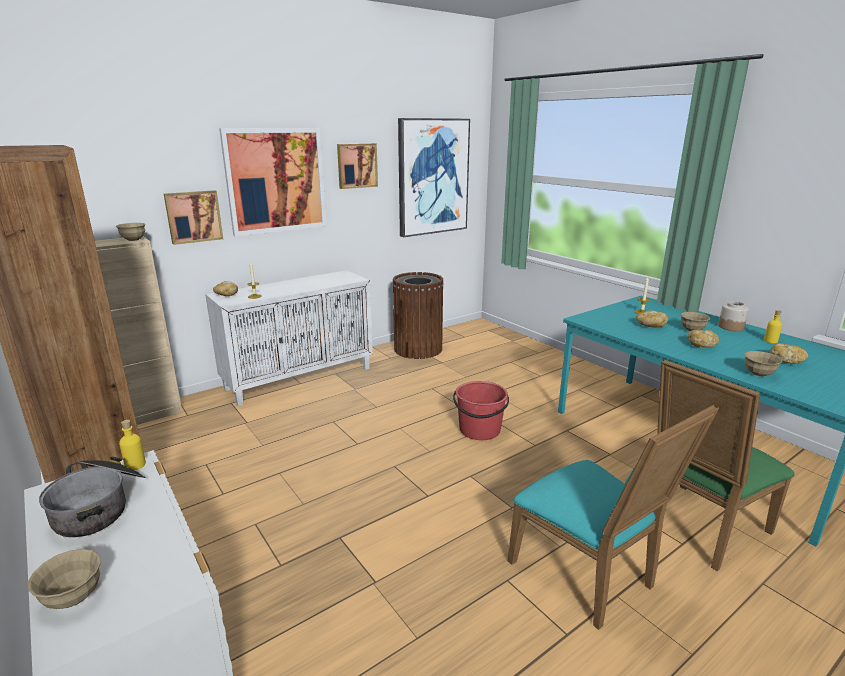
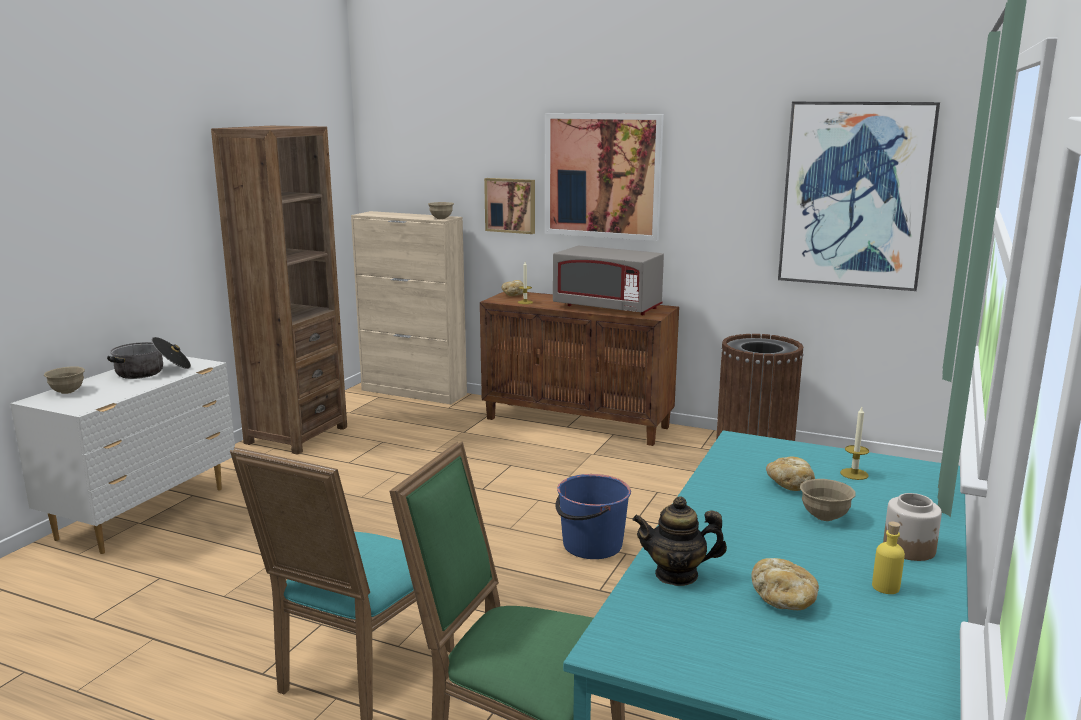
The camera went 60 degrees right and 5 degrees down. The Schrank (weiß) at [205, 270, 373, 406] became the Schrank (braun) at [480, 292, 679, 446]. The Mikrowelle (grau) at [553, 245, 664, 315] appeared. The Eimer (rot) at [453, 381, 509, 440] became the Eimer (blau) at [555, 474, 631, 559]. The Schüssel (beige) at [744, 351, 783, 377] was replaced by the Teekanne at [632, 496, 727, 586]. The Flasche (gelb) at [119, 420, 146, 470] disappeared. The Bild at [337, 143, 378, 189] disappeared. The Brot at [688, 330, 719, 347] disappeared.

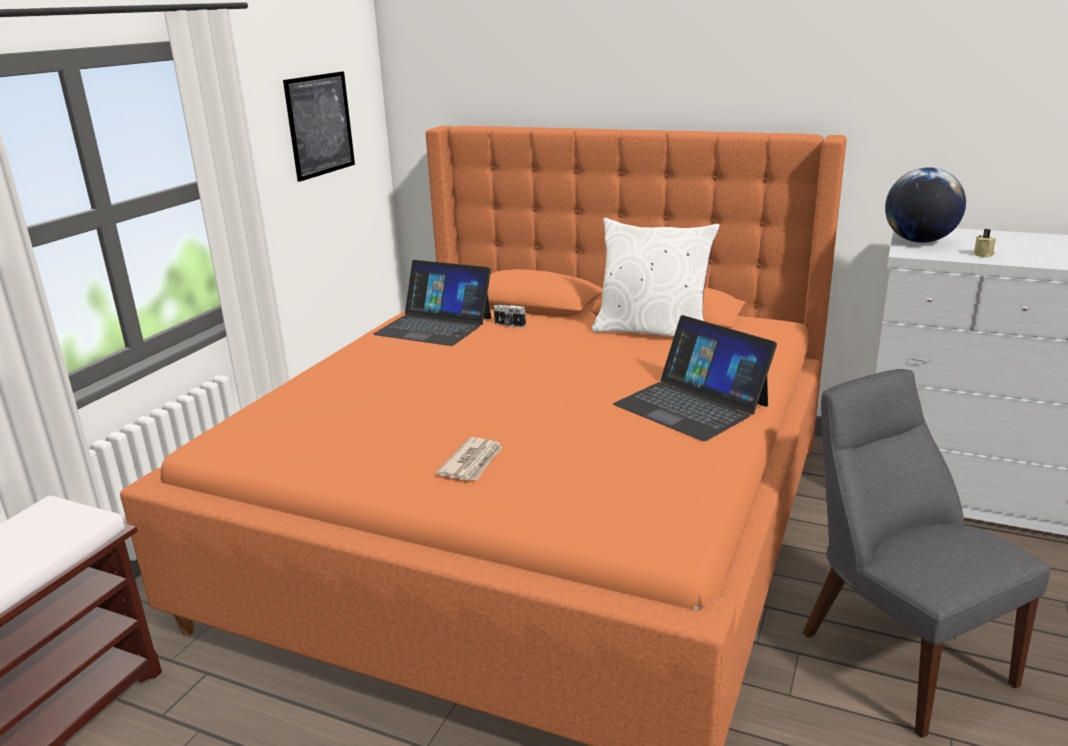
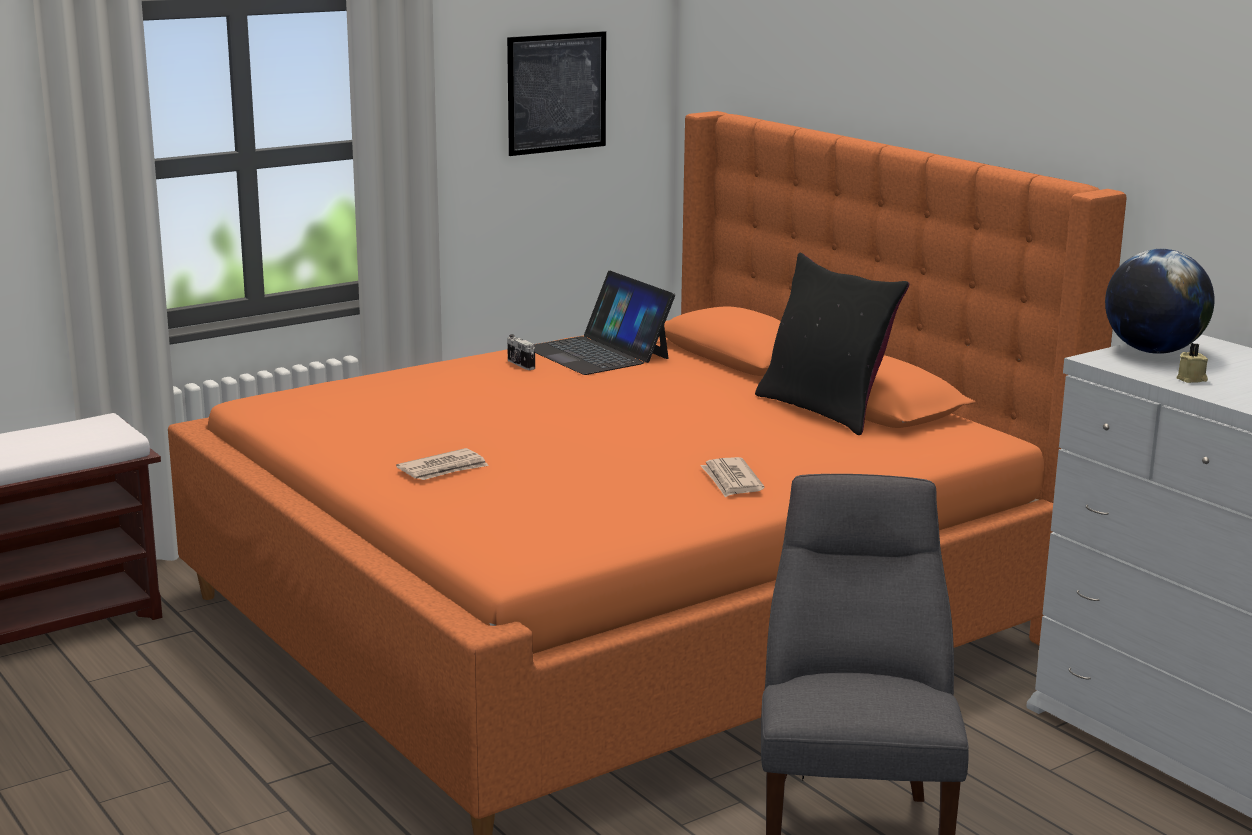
The camera went 30 degrees right and 5 degrees down. The Kamera moved from [493, 303, 526, 328] to [507, 334, 535, 370]. The Laptop at [613, 315, 777, 441] was replaced by the Zeitung at [700, 457, 764, 497]. The Kissen (weiß) at [592, 218, 720, 337] became the Kissen (schwarz) at [755, 253, 910, 435].

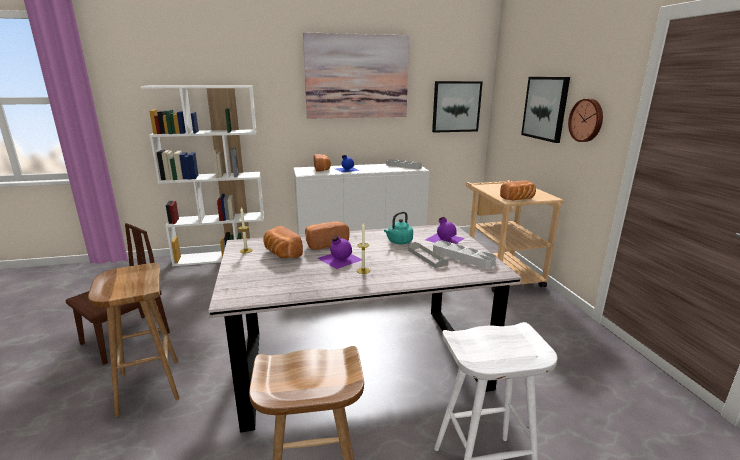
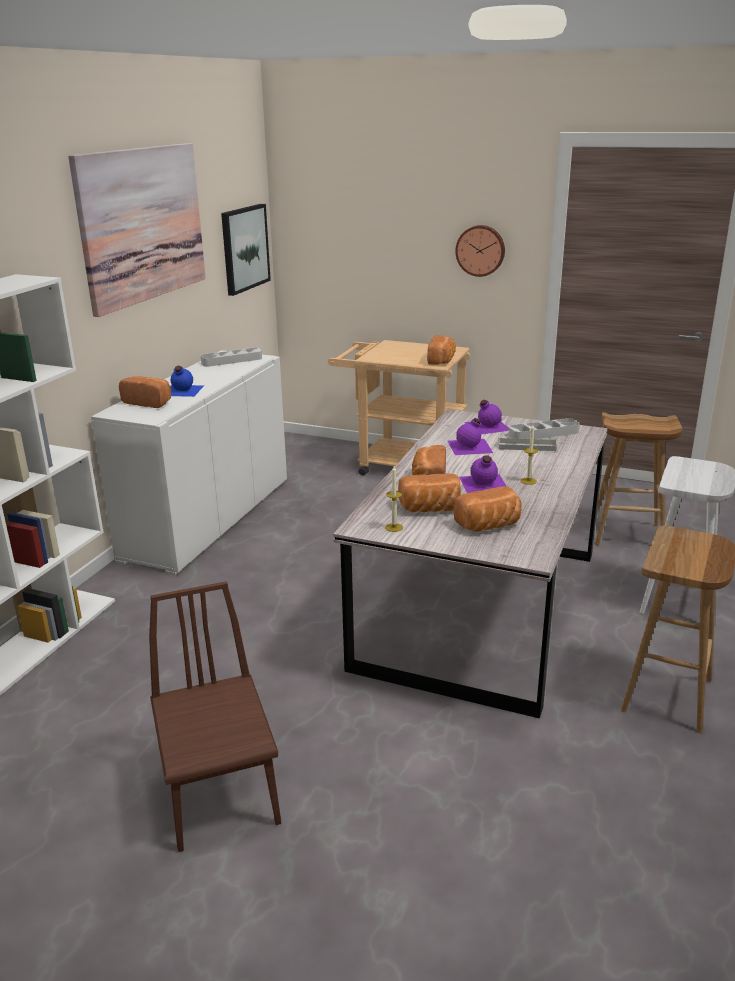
The camera went 55 degrees left and 5 degrees up. The Wasserkessel (türkis) at [384, 212, 413, 244] was replaced by the Flasche (lila) at [448, 418, 493, 455]. The Brot at [453, 486, 522, 532] appeared. The Hocker (braun) moved from [88, 263, 179, 417] to [595, 412, 682, 546]. The Bild at [521, 77, 570, 143] disappeared.

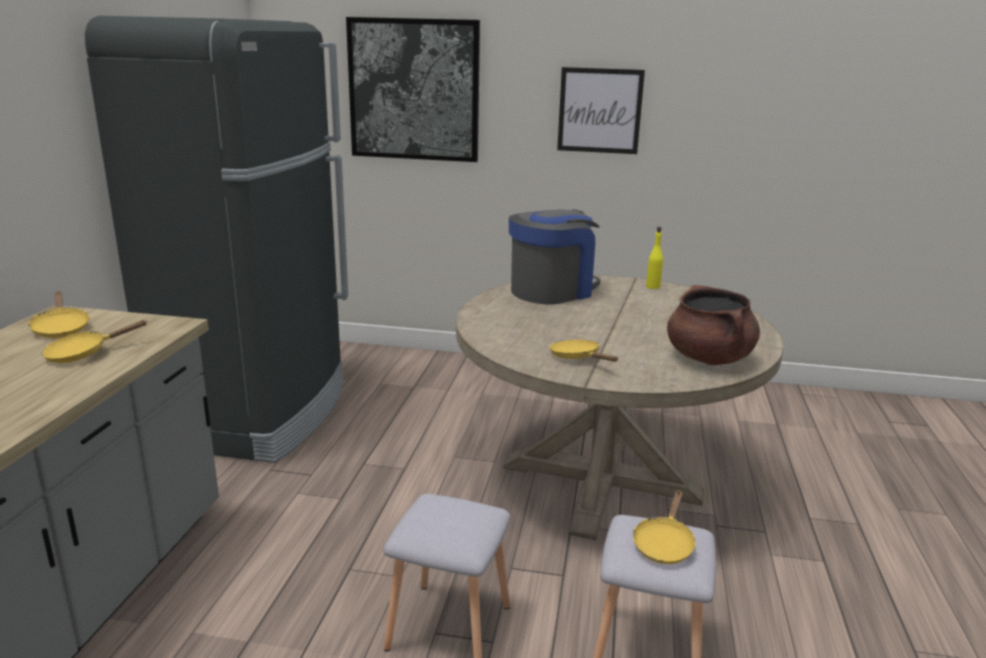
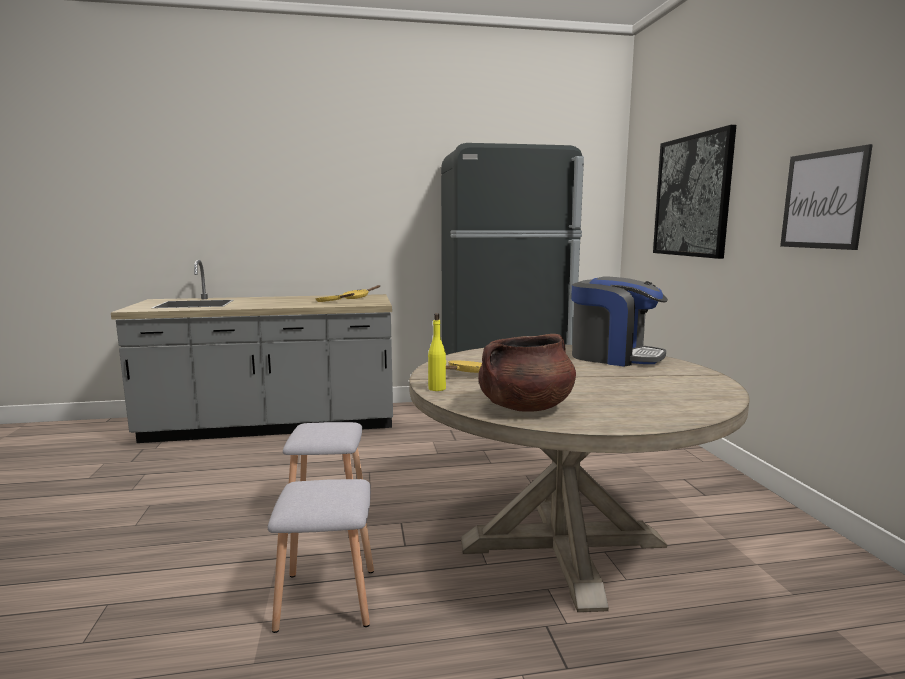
The camera went 70 degrees right and 10 degrees down. The Flasche (gelb) moved from [646, 227, 663, 289] to [428, 313, 446, 391]. The Pfanne (gelb) at [633, 490, 696, 564] disappeared.

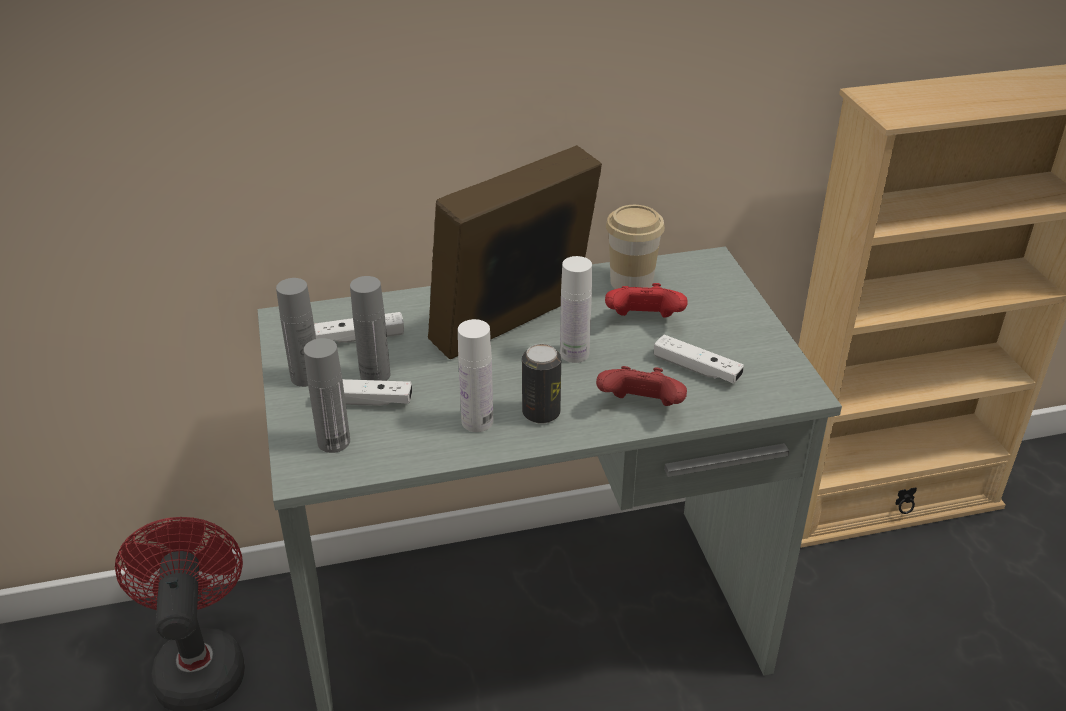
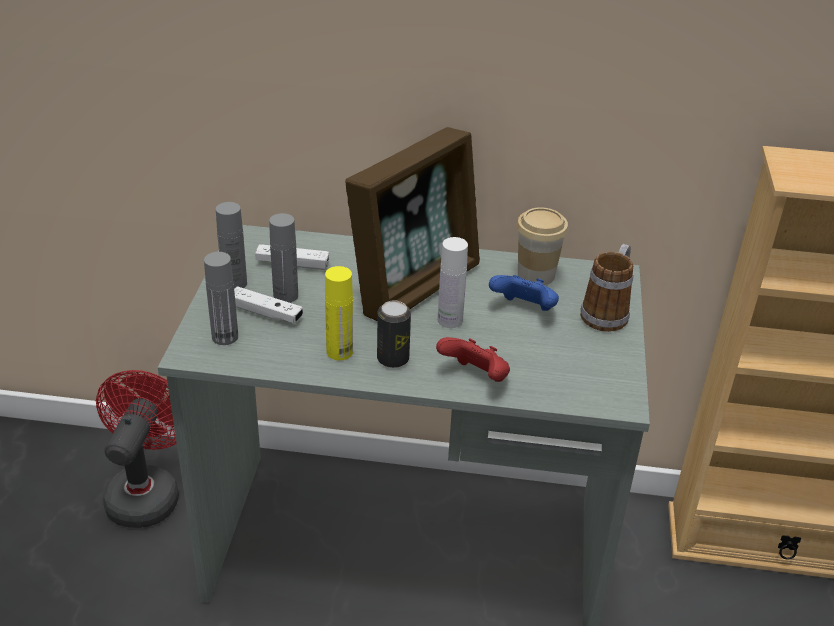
The camera went 20 degrees right and 0 degrees up. The Flasche (weiß) at [458, 319, 493, 432] became the Flasche (gelb) at [325, 266, 353, 360]. The Bilderrahmen at [428, 145, 602, 359] turned 150 degrees clockwise. The Gamepad (rot) at [605, 283, 688, 318] became the Gamepad (blau) at [489, 275, 559, 311]. The Henkelbecher at [580, 244, 634, 332] appeared. The Gamepad (weiß) at [654, 335, 744, 383] disappeared.

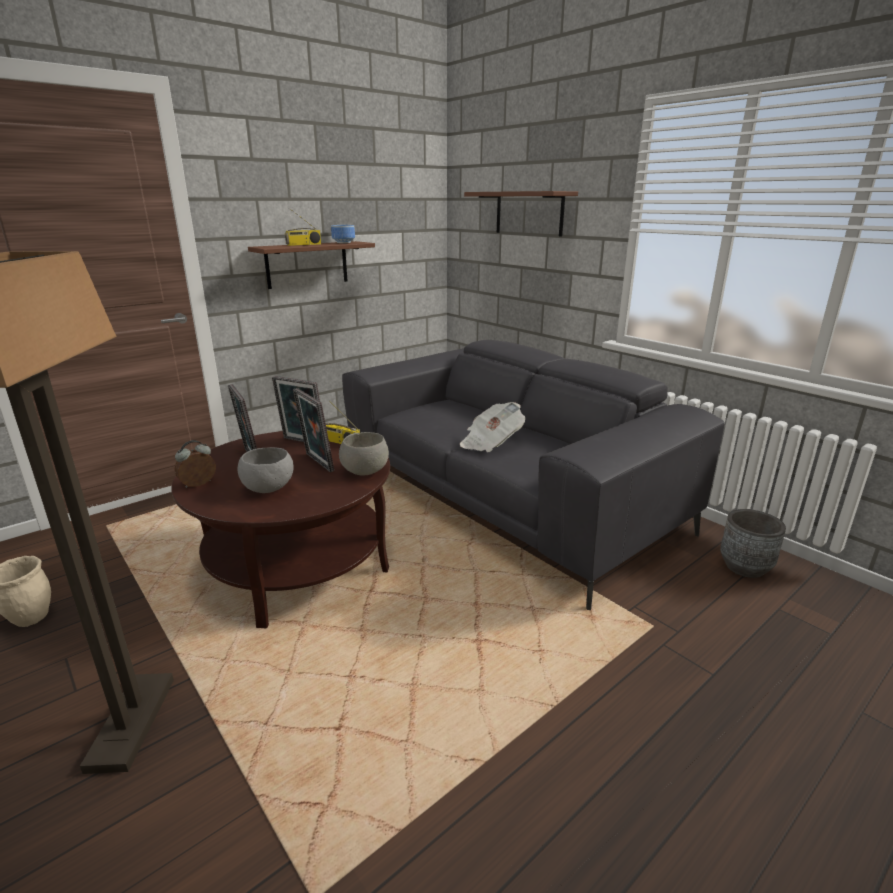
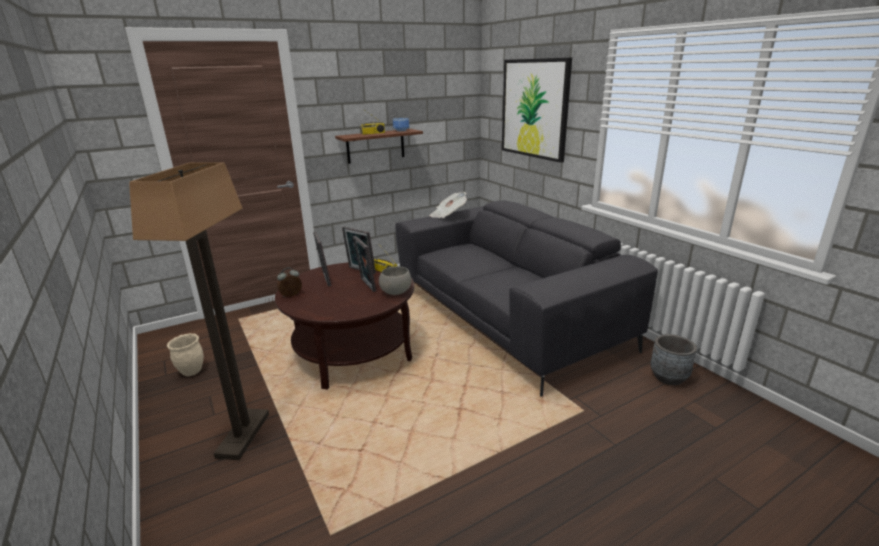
The camera went 10 degrees right and 0 degrees up. The Zeitung moved from [460, 402, 525, 452] to [430, 192, 467, 218]. The Wandregal (braun) at [464, 191, 578, 236] was replaced by the Bild at [502, 58, 572, 163]. The Schüssel (grau) at [238, 447, 294, 493] disappeared.

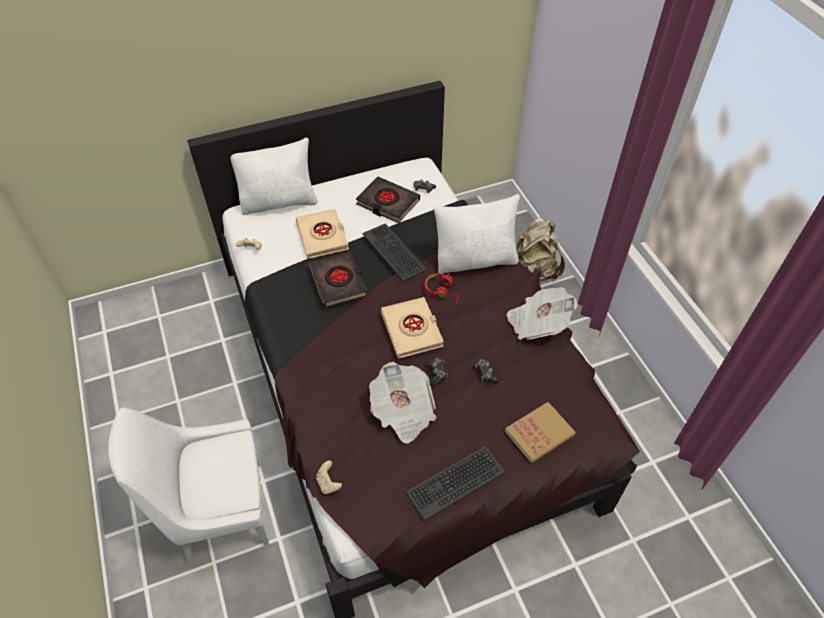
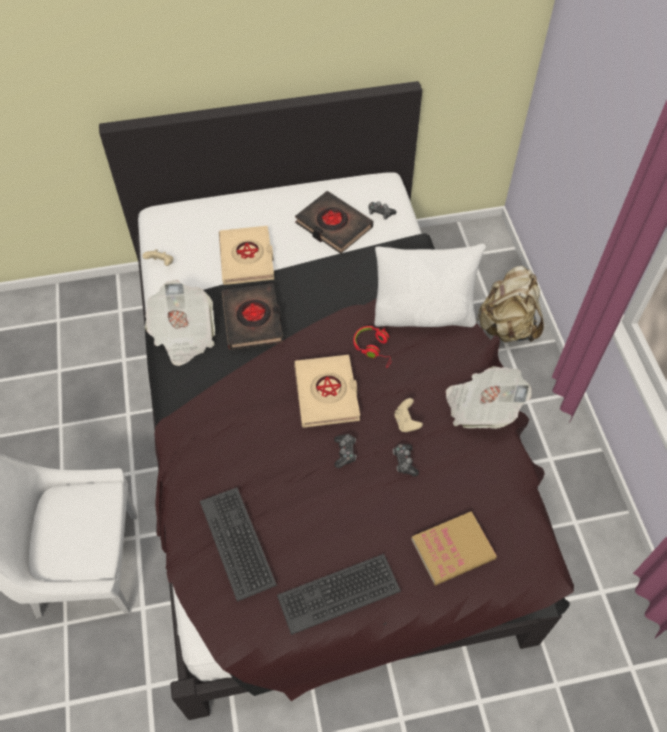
The camera went 10 degrees right and 5 degrees up. The Zeitung moved from [369, 362, 437, 444] to [145, 280, 215, 366]. The Tastatur moved from [362, 223, 427, 281] to [200, 488, 277, 602]. The Gamepad (beige) moved from [316, 460, 342, 494] to [394, 398, 423, 432]. The Kissen (weiß) at [230, 138, 318, 215] disappeared.

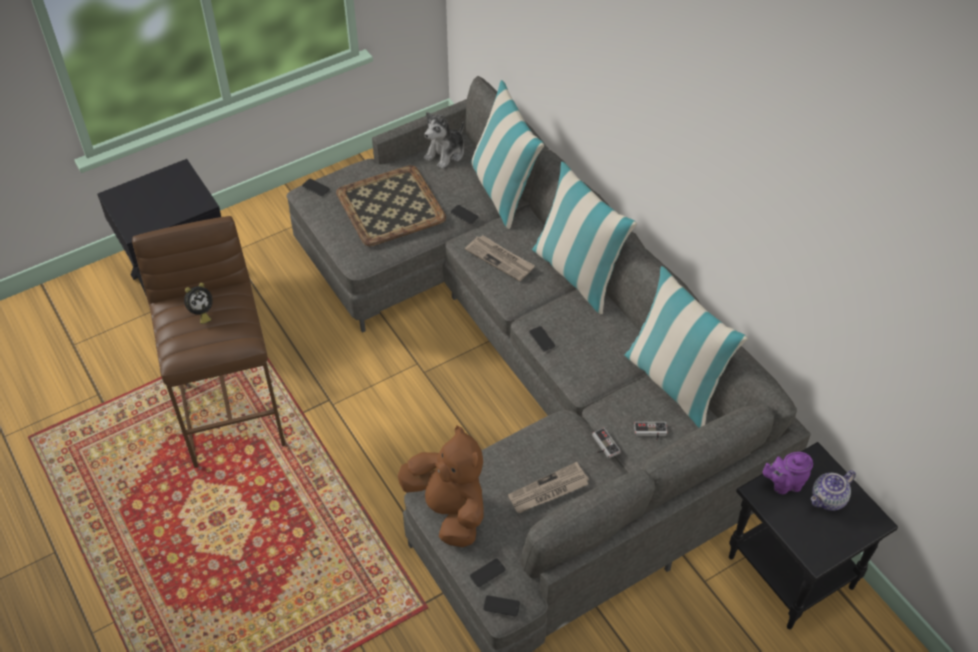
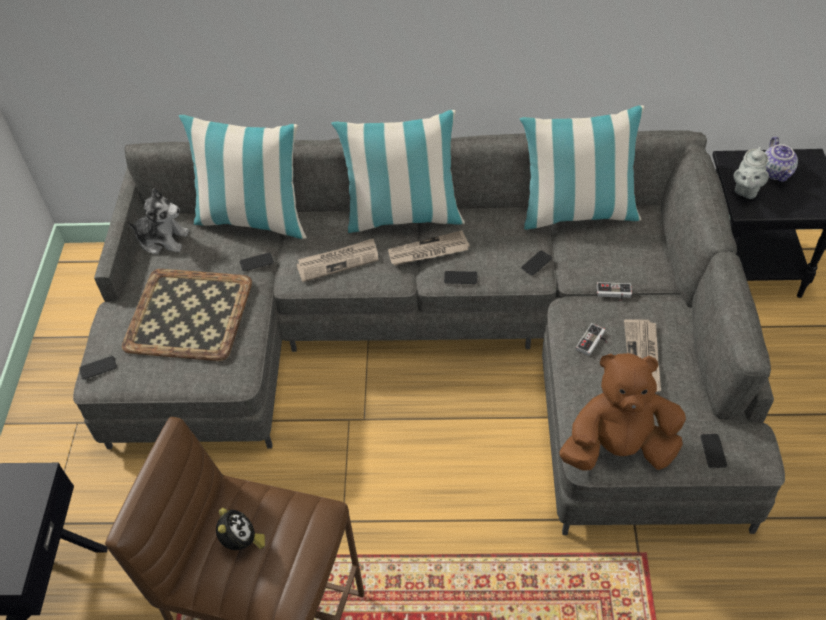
The camera went 55 degrees left and 0 degrees up. The Plüschtier at [424, 112, 464, 169] turned 60 degrees counterclockwise. The Zeitung at [388, 230, 470, 266] appeared. The Handy moved from [483, 595, 520, 616] to [521, 250, 552, 276]. The Gamepad moved from [634, 422, 667, 440] to [576, 323, 607, 356]. The Teekanne (lila) at [763, 452, 813, 494] became the Teekanne (grau) at [734, 147, 769, 199].

